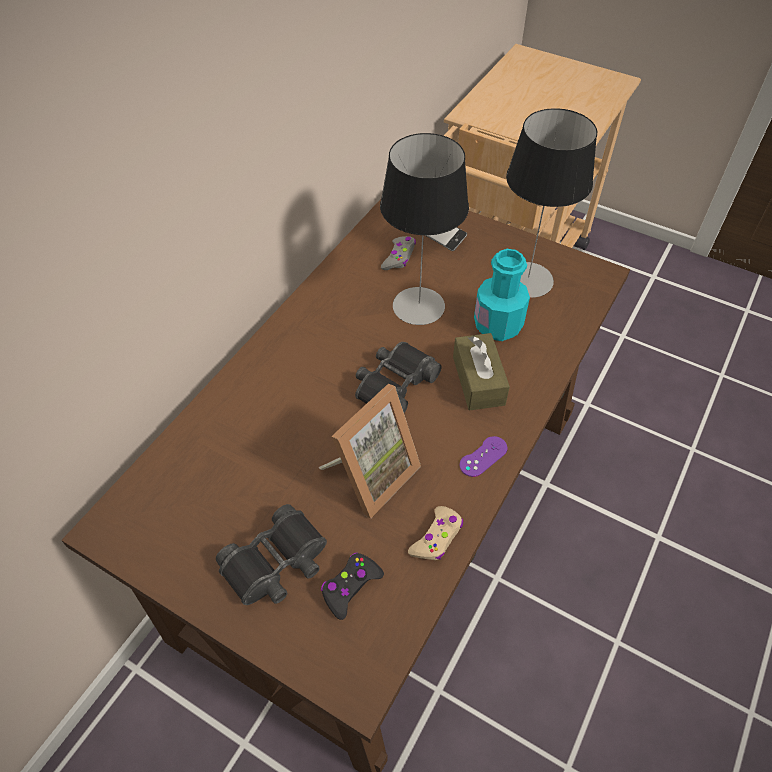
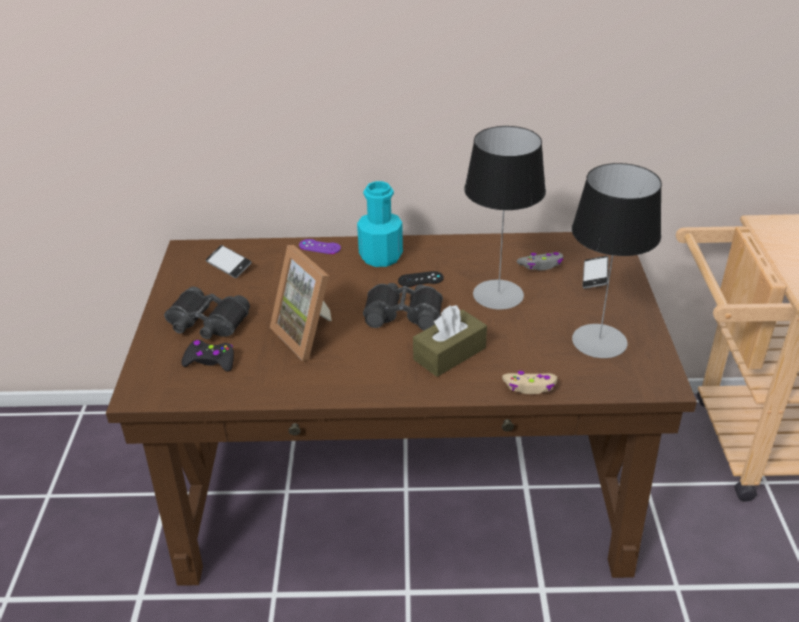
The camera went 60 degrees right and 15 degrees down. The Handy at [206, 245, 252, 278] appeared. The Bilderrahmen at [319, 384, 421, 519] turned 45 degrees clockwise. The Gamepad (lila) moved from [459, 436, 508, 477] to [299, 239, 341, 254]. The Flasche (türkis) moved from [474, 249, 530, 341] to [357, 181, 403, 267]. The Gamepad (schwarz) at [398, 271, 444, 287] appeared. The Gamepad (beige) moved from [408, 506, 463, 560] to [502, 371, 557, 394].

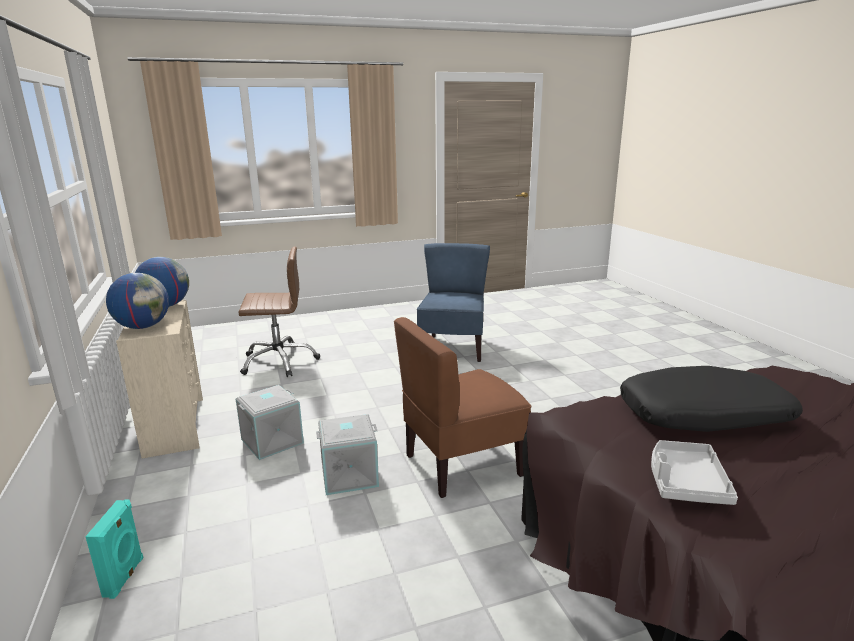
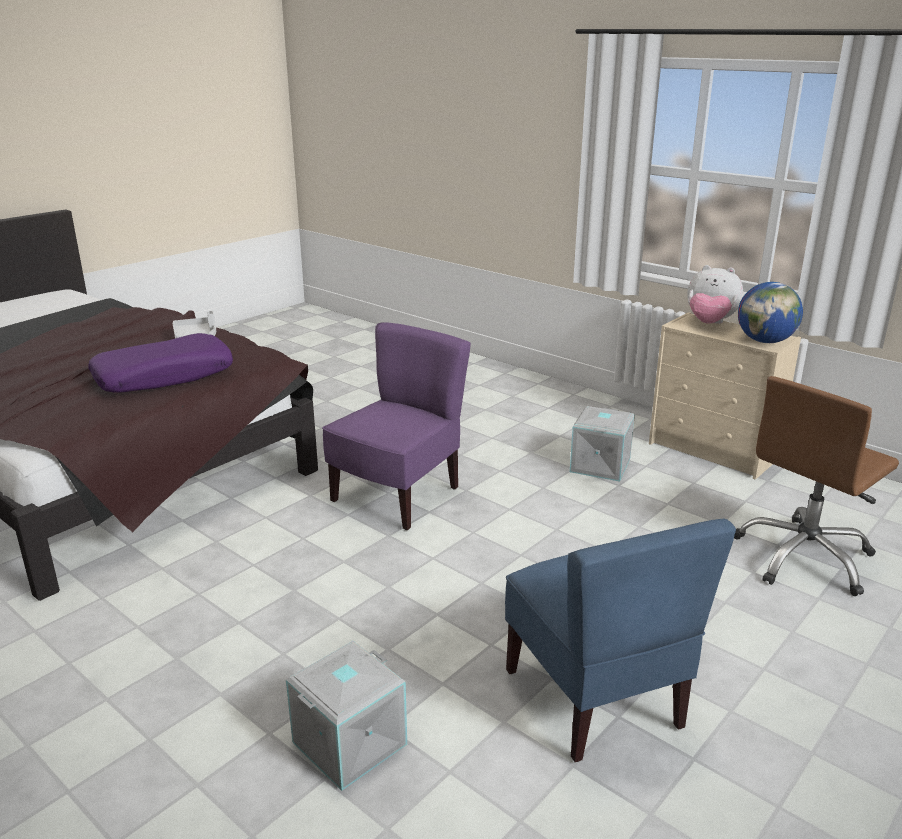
The camera went 150 degrees right and 5 degrees up. The Kissen (schwarz) at [620, 366, 803, 432] became the Kissen (lila) at [89, 333, 233, 393]. The Aufbewahrungsbox (grau) moved from [316, 414, 379, 495] to [286, 641, 407, 791]. The Stuhl (braun) at [394, 317, 532, 498] became the Stuhl (lila) at [322, 322, 471, 530]. The Globus at [106, 273, 169, 329] was replaced by the Plüschtier at [687, 265, 743, 324]. The Lautsprecher (türkis) at [85, 499, 143, 599] disappeared.

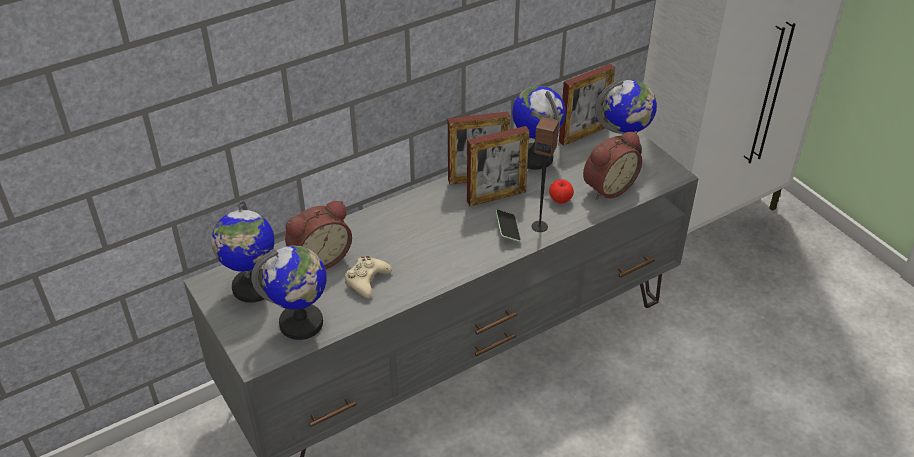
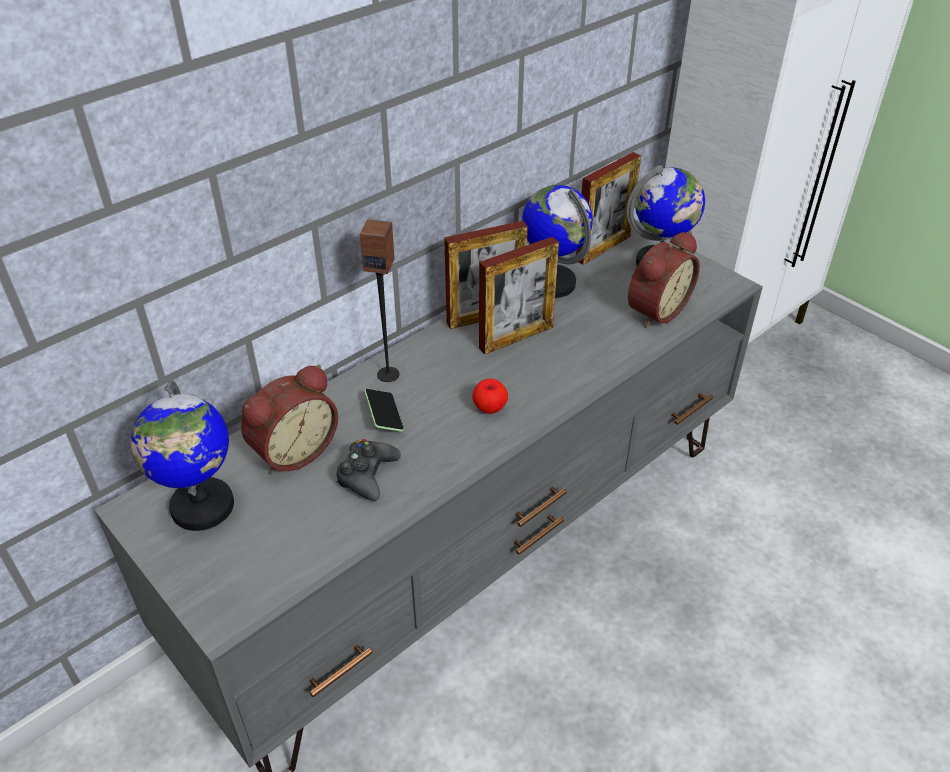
The camera went 10 degrees left and 0 degrees up. The Gamepad (beige) at [345, 256, 392, 298] became the Gamepad (schwarz) at [337, 439, 401, 501]. The Lautsprecher moved from [532, 117, 559, 232] to [360, 219, 399, 382]. The Handy moved from [495, 209, 521, 242] to [364, 388, 404, 432]. The Apfel moved from [549, 179, 574, 204] to [472, 378, 508, 414]. The Globus at [251, 245, 327, 340] disappeared.

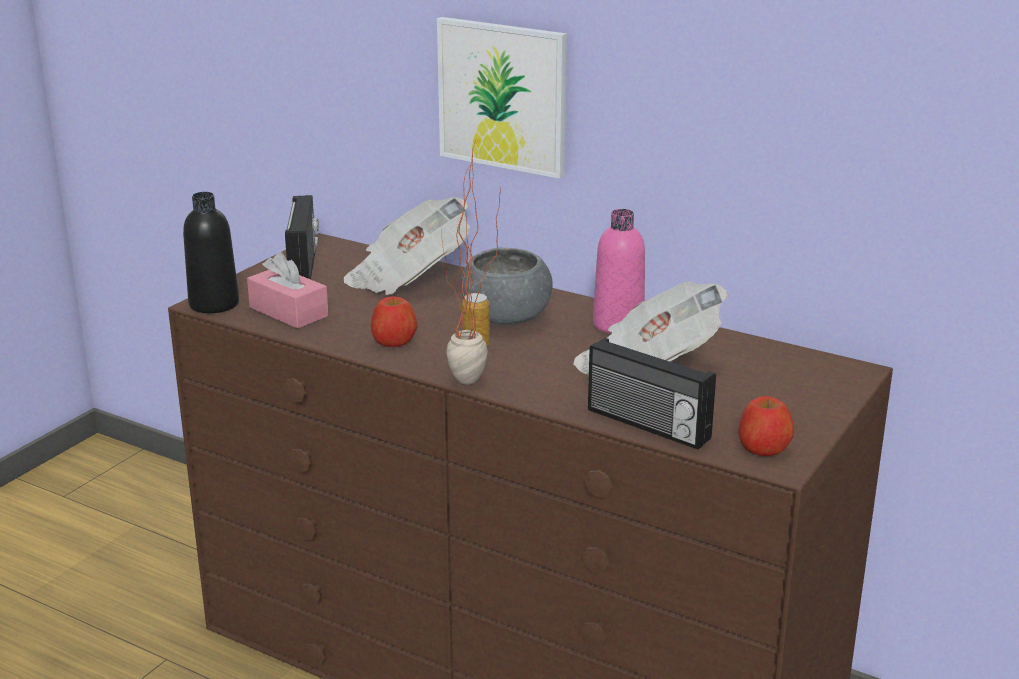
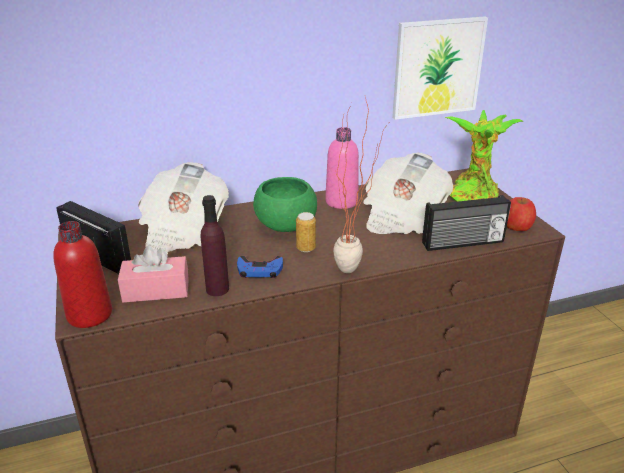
The camera went 50 degrees left and 5 degrees up. The Flasche (schwarz) at [183, 192, 239, 313] became the Flasche (rot) at [53, 221, 112, 328]. The Flasche (lila) at [201, 195, 229, 296] appeared. The Apfel at [371, 296, 417, 347] was replaced by the Gamepad (blau) at [237, 256, 283, 278]. The Schüssel (grau) at [461, 248, 552, 324] became the Schüssel (grün) at [253, 177, 317, 232]. The Bild moved from [437, 17, 567, 179] to [392, 17, 488, 120]. The Topfpflanze at [445, 110, 524, 202] appeared.

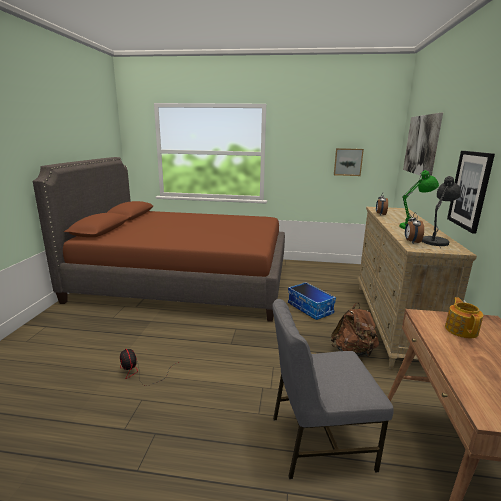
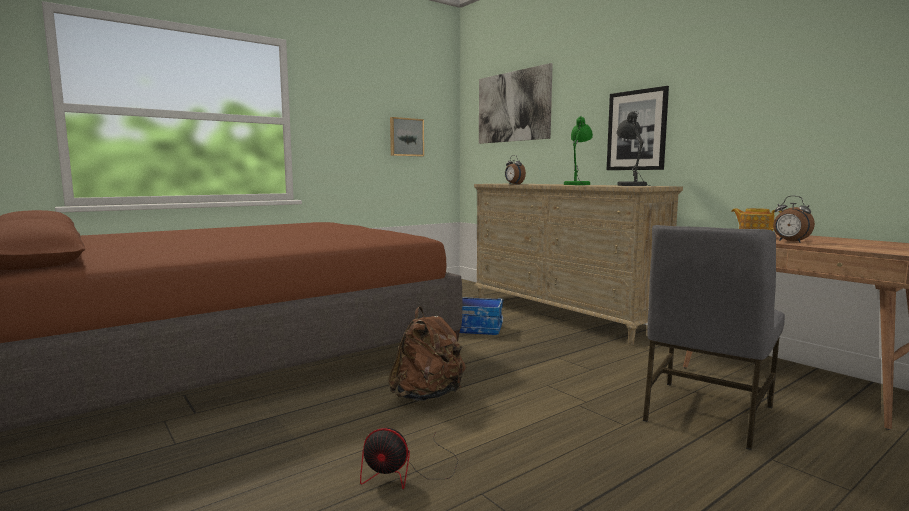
The camera went 45 degrees left and 10 degrees down. The Rucksack (braun) moved from [331, 303, 379, 357] to [388, 306, 466, 401]. The Wecker moved from [405, 213, 424, 243] to [773, 196, 815, 243].

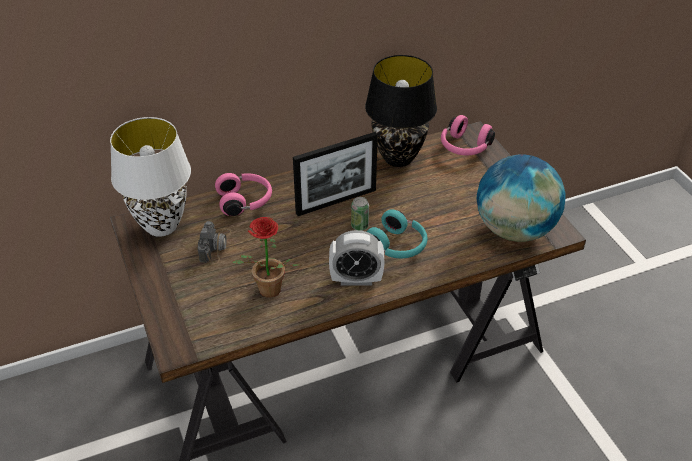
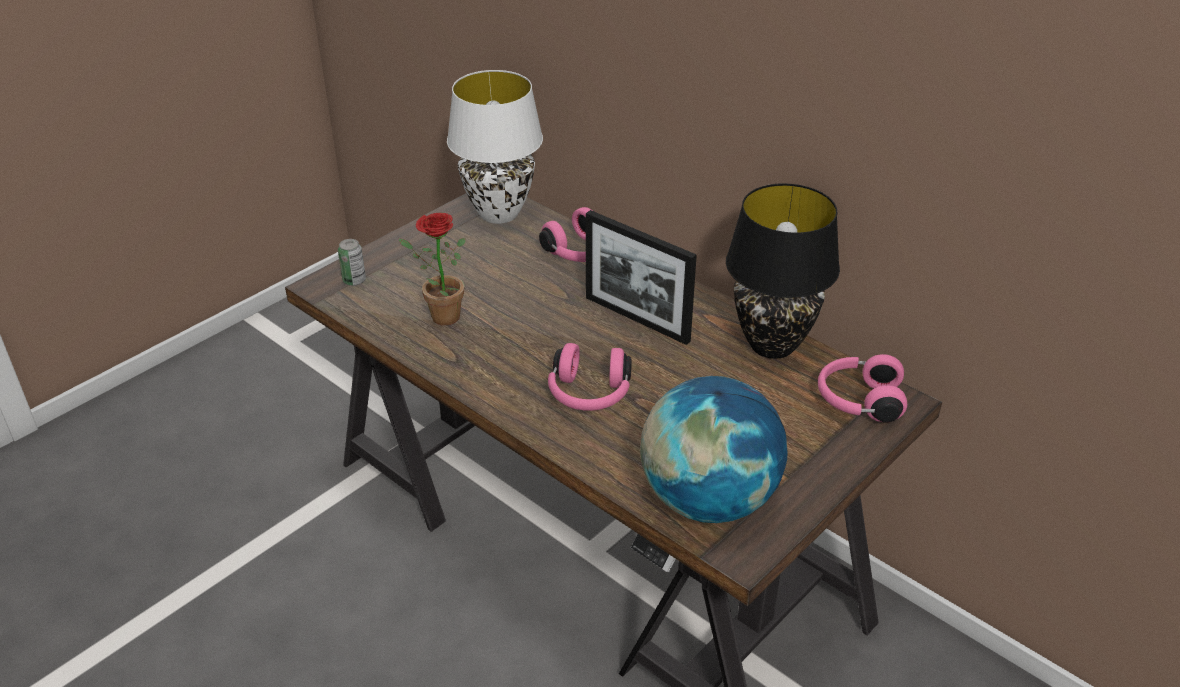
The camera went 65 degrees right and 5 degrees down. The Dose moved from [351, 197, 369, 231] to [338, 239, 366, 286]. The Kopfhörer (türkis) at [366, 210, 428, 258] became the Kopfhörer (rosa) at [548, 343, 632, 411]. The Kamera at [198, 221, 232, 264] disappeared. The Wecker at [329, 230, 384, 286] disappeared.

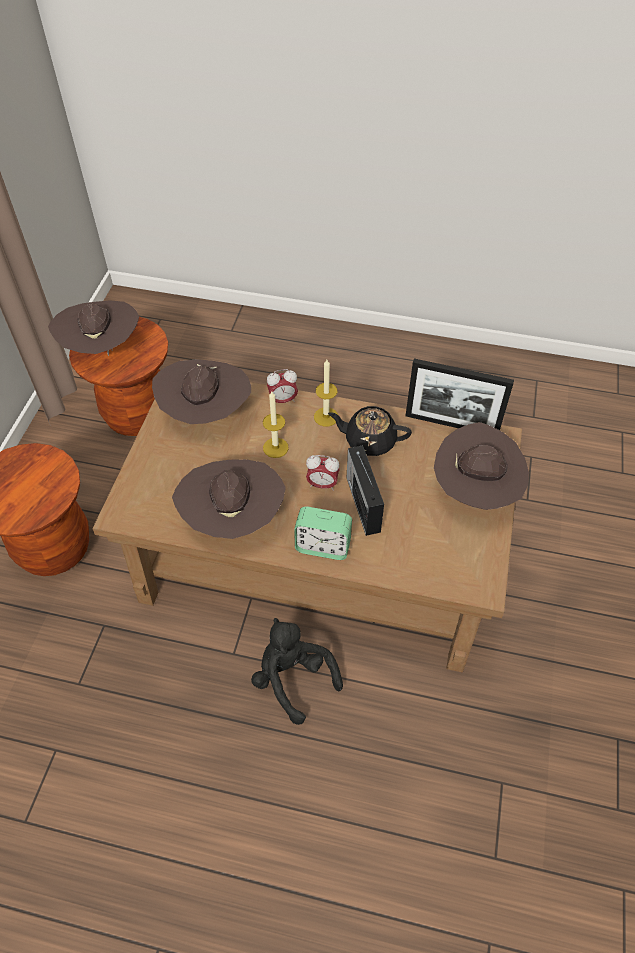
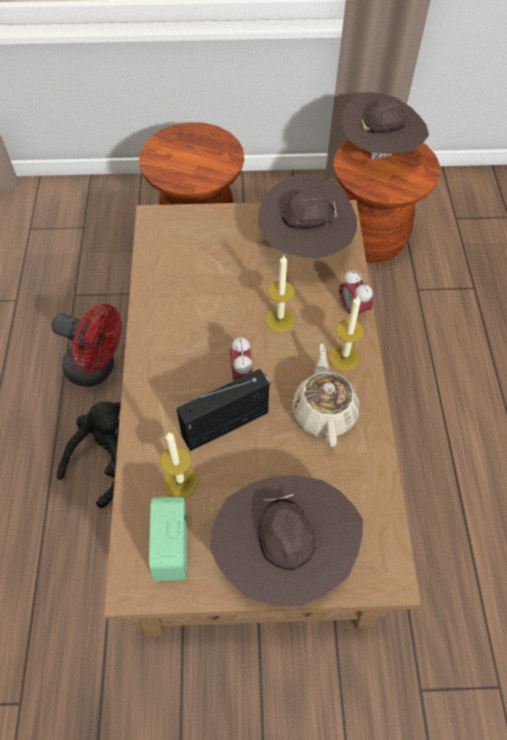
The camera went 75 degrees right and 5 degrees up. The Ventilator (rot) at [52, 304, 122, 387] appeared. The Wecker moved from [294, 507, 352, 560] to [149, 497, 187, 581]. The Kerze at [160, 432, 198, 498] appeared. The Teekanne (schwarz) at [328, 406, 412, 456] became the Teekanne (beige) at [292, 344, 359, 447]. The Hut (braun) at [172, 459, 286, 539] disappeared. The Bilderrahmen at [405, 358, 514, 430] disappeared.

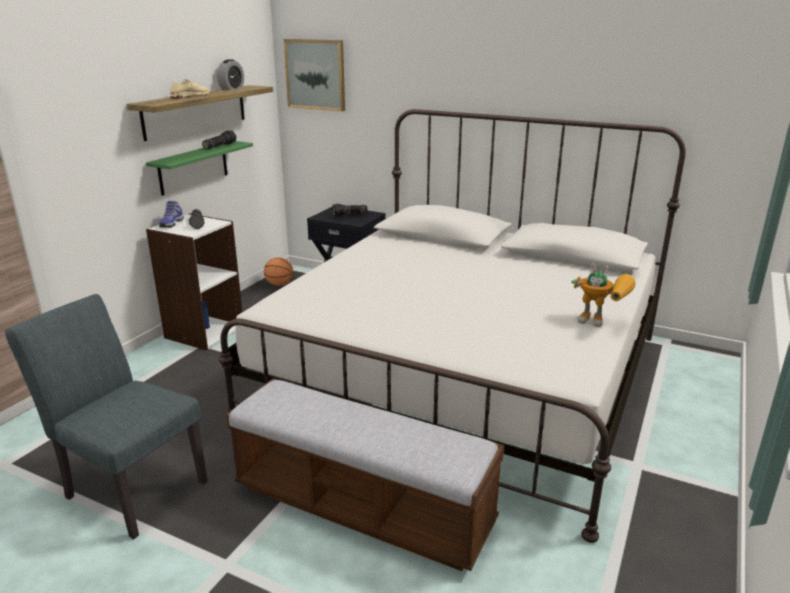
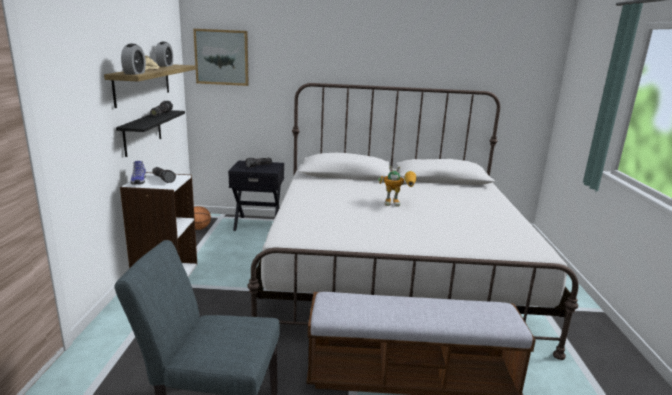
The camera went 25 degrees left and 5 degrees down. The Wandregal (grün) at [146, 141, 253, 196] became the Wandregal (schwarz) at [116, 110, 185, 157]. The Wecker at [121, 44, 146, 75] appeared. The Spielzeugroboter moved from [571, 263, 636, 327] to [378, 166, 417, 207].

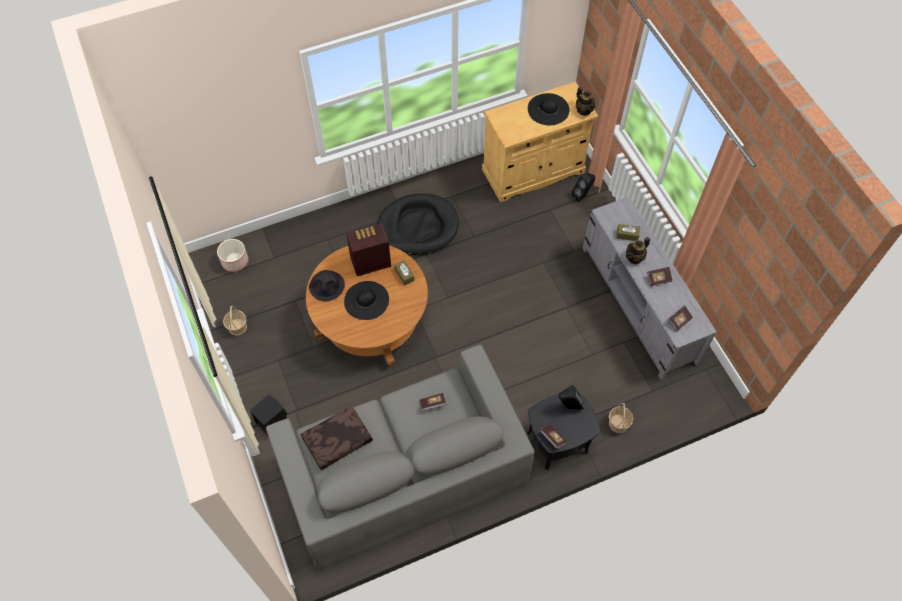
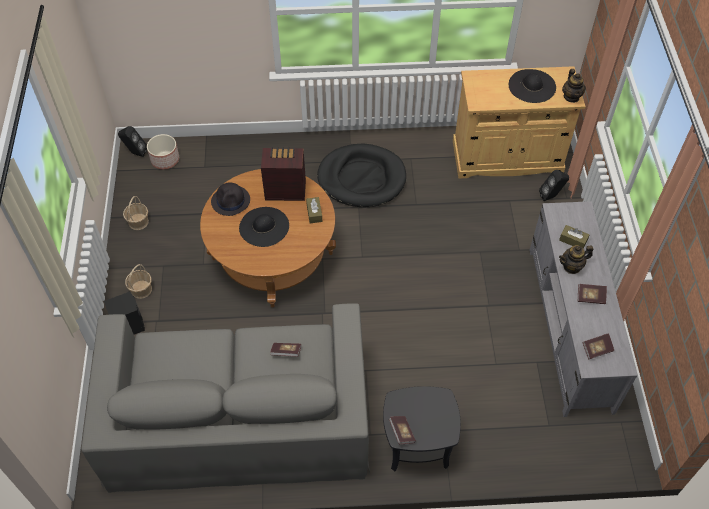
The camera went 20 degrees right and 5 degrees down. The Lautsprecher (schwarz) moved from [559, 385, 583, 410] to [118, 126, 147, 157]. The Korb moved from [609, 403, 634, 433] to [125, 264, 152, 299]. The Kissen (braun) at [301, 405, 373, 470] disappeared.

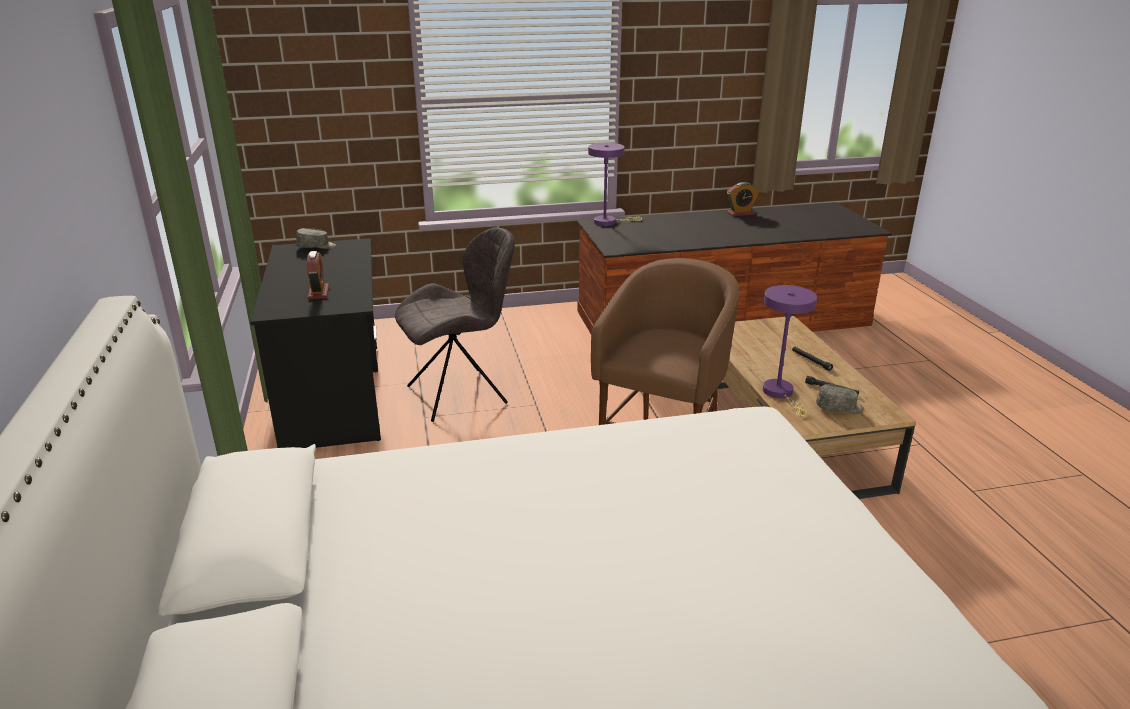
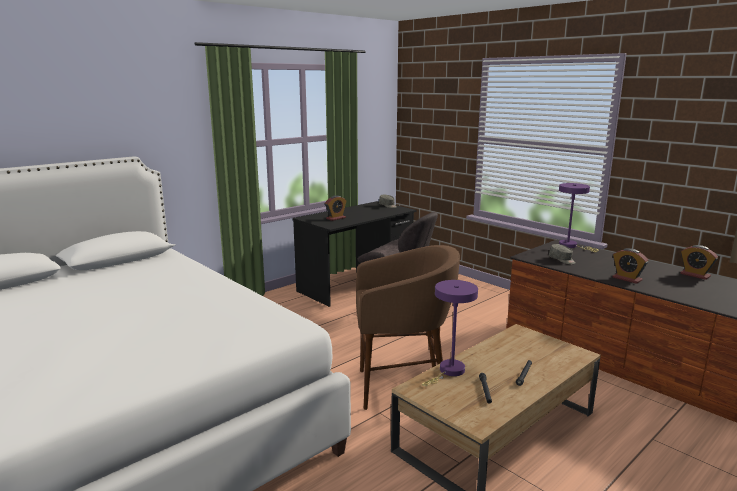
The camera went 60 degrees right and 10 degrees down. The Kappe (grau) moved from [816, 384, 864, 414] to [549, 244, 576, 264]. The Wecker at [613, 248, 648, 284] appeared.

